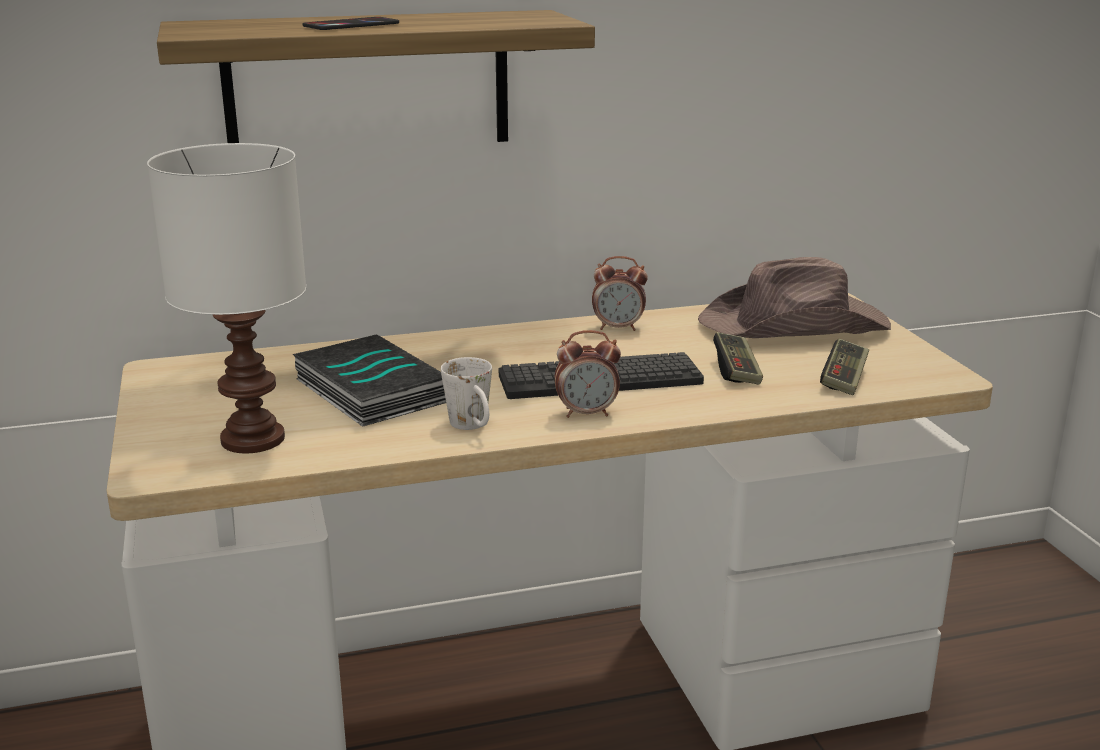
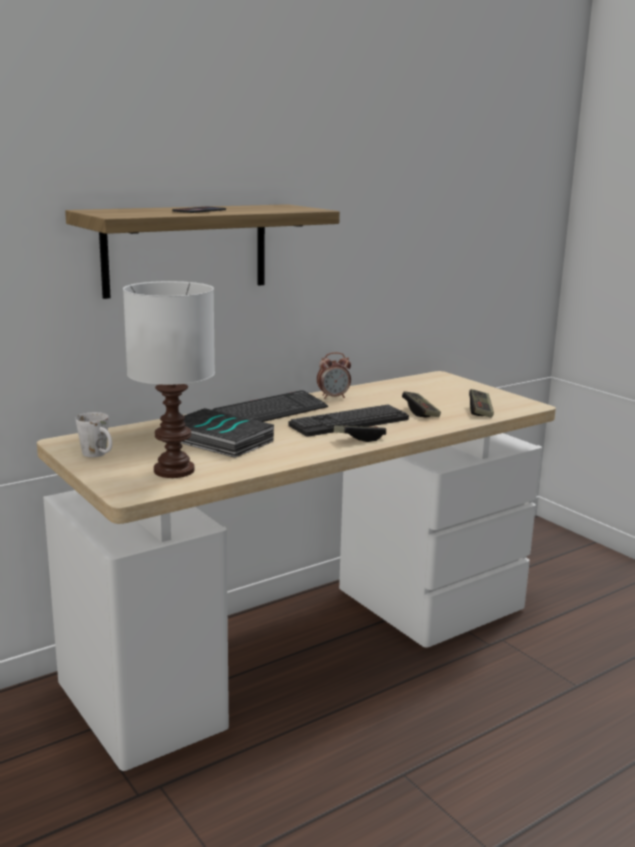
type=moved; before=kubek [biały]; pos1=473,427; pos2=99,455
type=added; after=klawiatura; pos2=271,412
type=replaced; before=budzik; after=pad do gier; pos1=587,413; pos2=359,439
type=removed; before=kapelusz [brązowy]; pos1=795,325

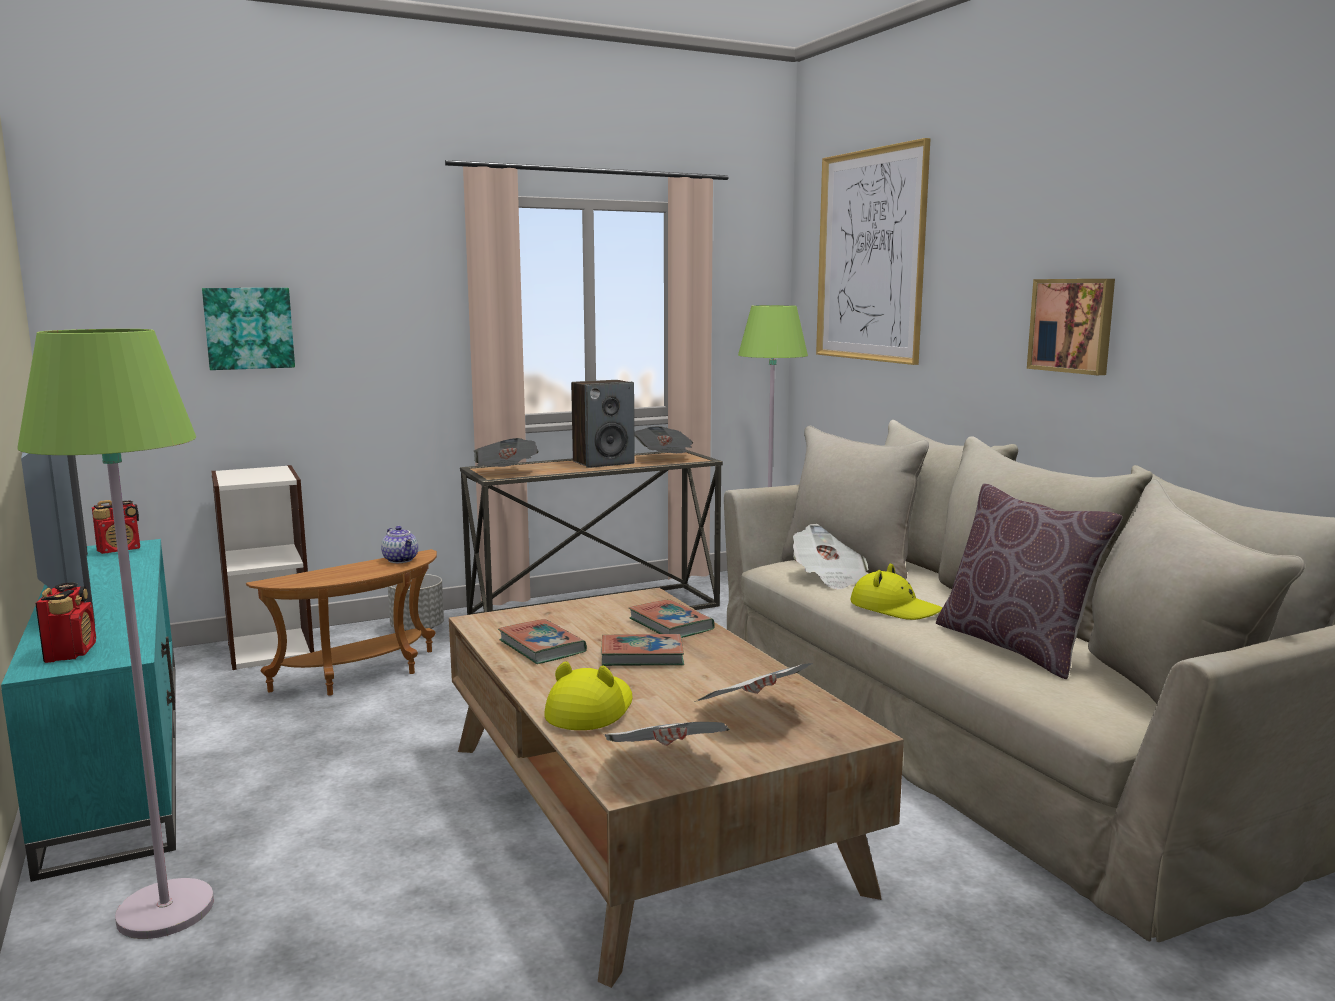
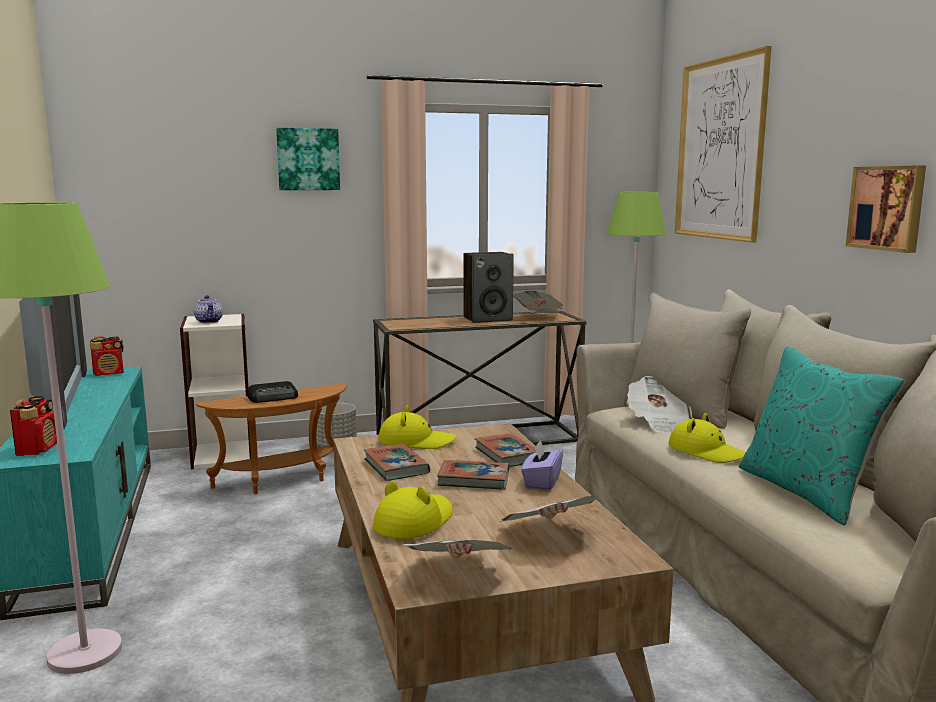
type=moved; before=imbryk; pos1=401,560; pos2=209,322
type=added; after=radio; pos2=274,397
type=moved; before=obraz; pos1=249,328; pos2=308,159
type=added; after=kapelusz [żółty]; pos2=416,441
type=added; after=pudełko chusteczek [fioletowy]; pos2=541,482
type=recoloured; before=poduszka [brązowy]; after=poduszka [turkusowy]; pos1=1015,646; pos2=806,492
type=removed; before=gazeta; pos1=506,472

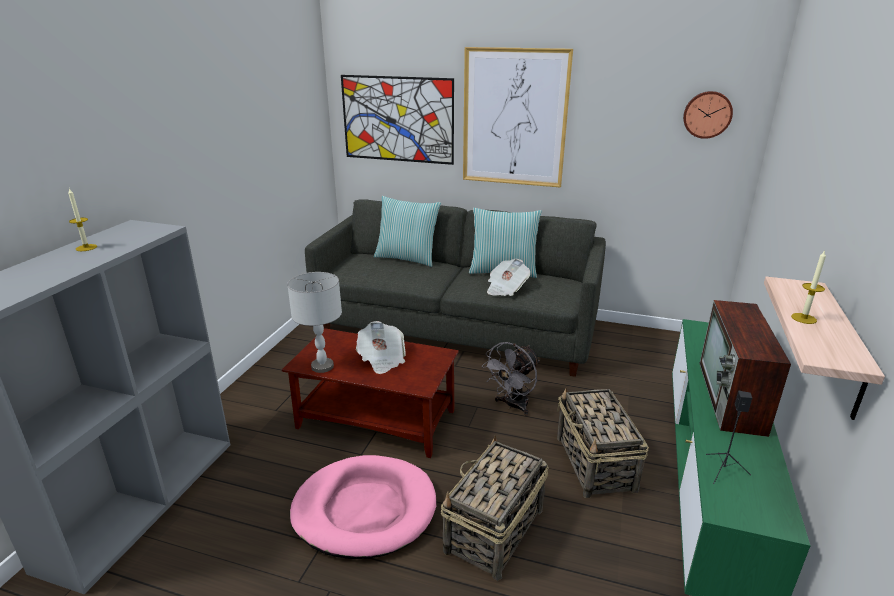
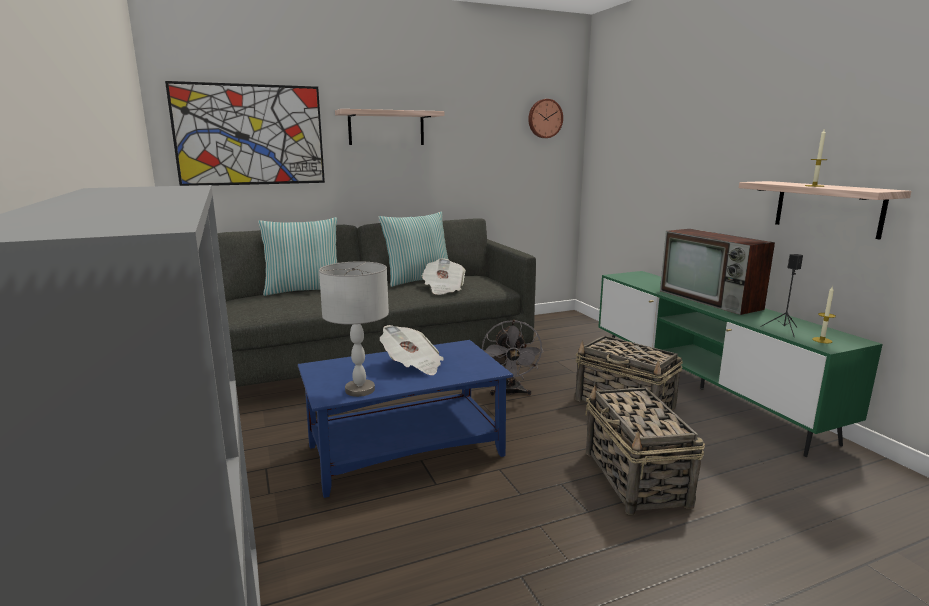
type=recoloured; before=ława [brązowy]; after=ława [niebieski]; pos1=377,419; pos2=407,450
type=replaced; before=obraz; after=półka; pos1=514,118; pos2=386,128
type=moved; before=świeca; pos1=86,247; pos2=822,340
type=removed; before=legowisko [różowy]; pos1=364,509

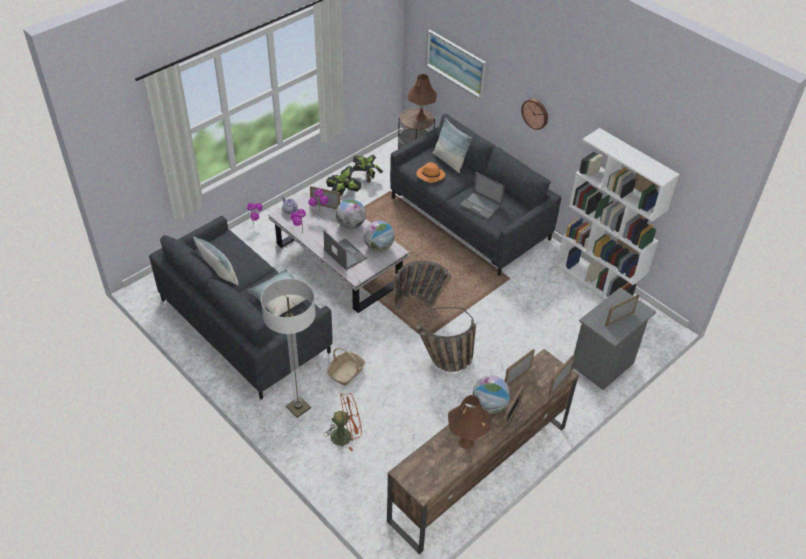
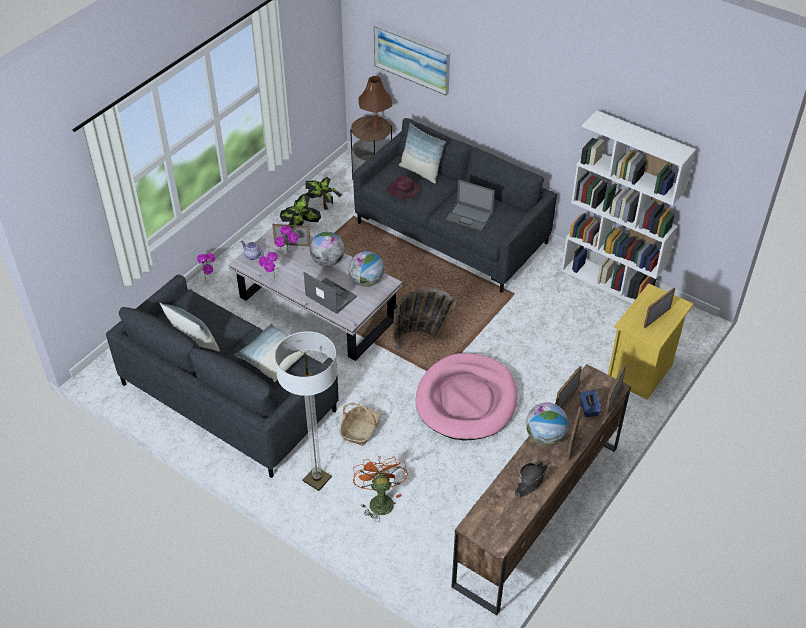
type=turned; before=wentylator [pomarańczowy]; pos1=346,435; pos2=379,500; turn=-75
type=recoloured; before=kapelusz [pomarańczowy]; after=kapelusz [fioletowy]; pos1=430,175; pos2=403,191
type=replaced; before=koszyk; after=legowisko [różowy]; pos1=443,362; pos2=466,400
type=replaced; before=lampa stołowa [brązowy]; after=kapelusz [czarny]; pos1=466,442; pos2=531,480
type=added; after=pudełko chusteczek [niebieski]; pos2=588,409
type=recoloured; before=szafka nocna [szary]; after=szafka nocna [żółty]; pos1=603,366; pos2=640,373
type=removed; before=zegar ścienny; pos1=535,113

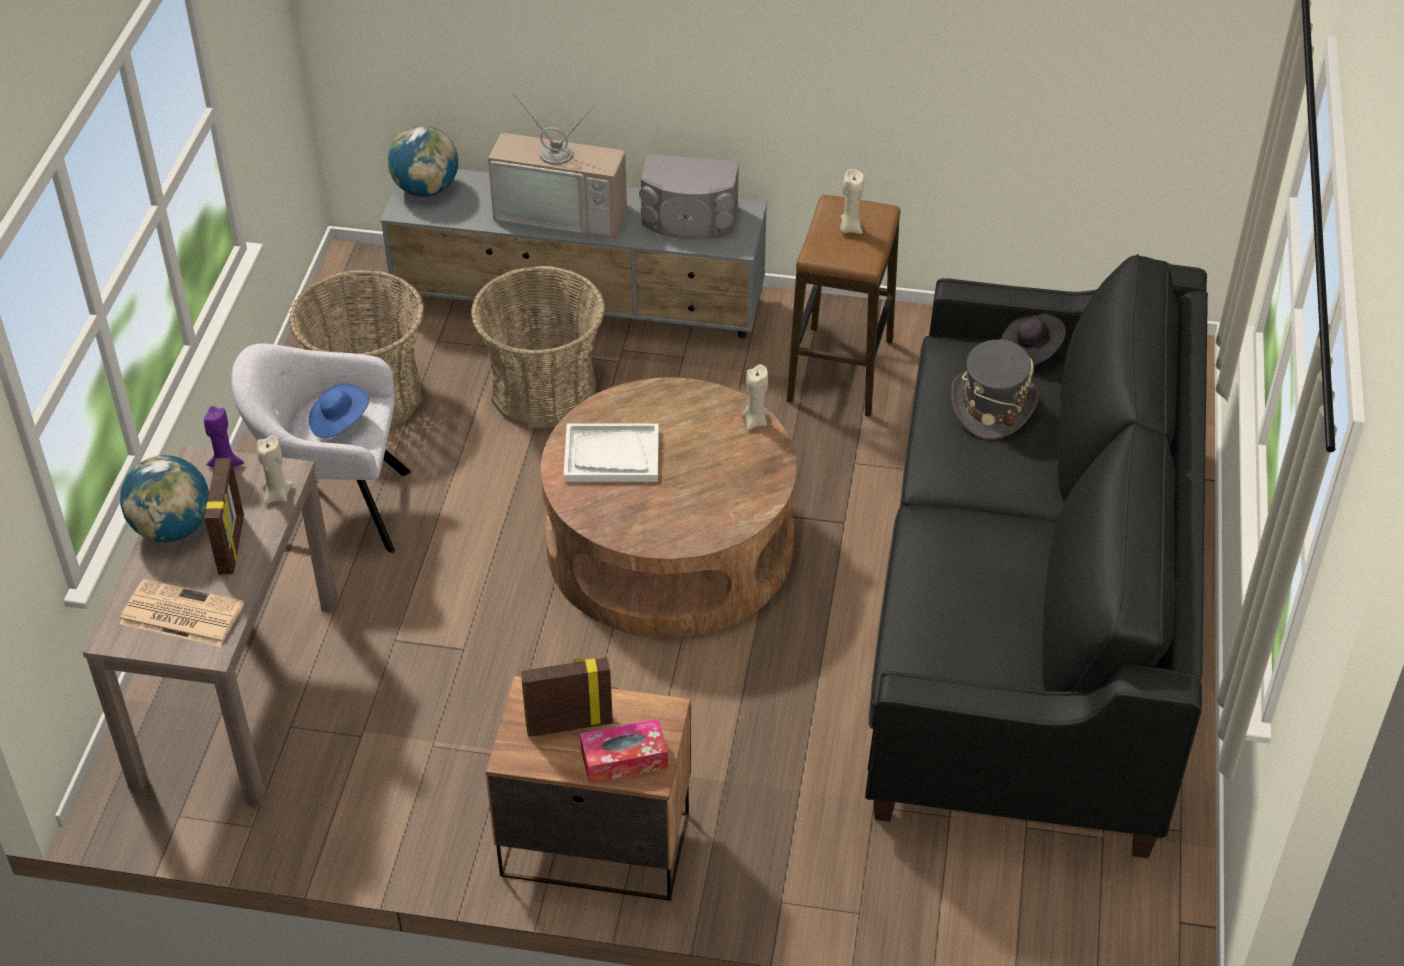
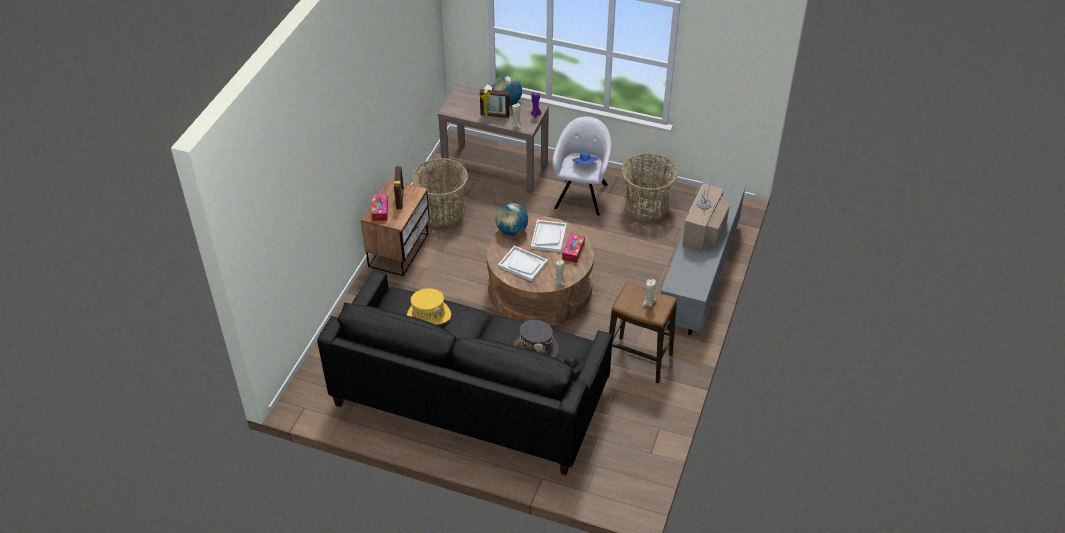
type=added; after=kapelusz [żółty]; pos2=428,316
type=moved; before=koszyk; pos1=543,391; pos2=442,211
type=moved; before=globus; pos1=426,189; pos2=512,231
type=added; after=taca [biały]; pos2=523,264
type=added; after=pudełko chusteczek; pos2=573,251
type=removed; before=gazeta; pos1=180,614
type=removed; before=głośnik [szary]; pos1=689,220

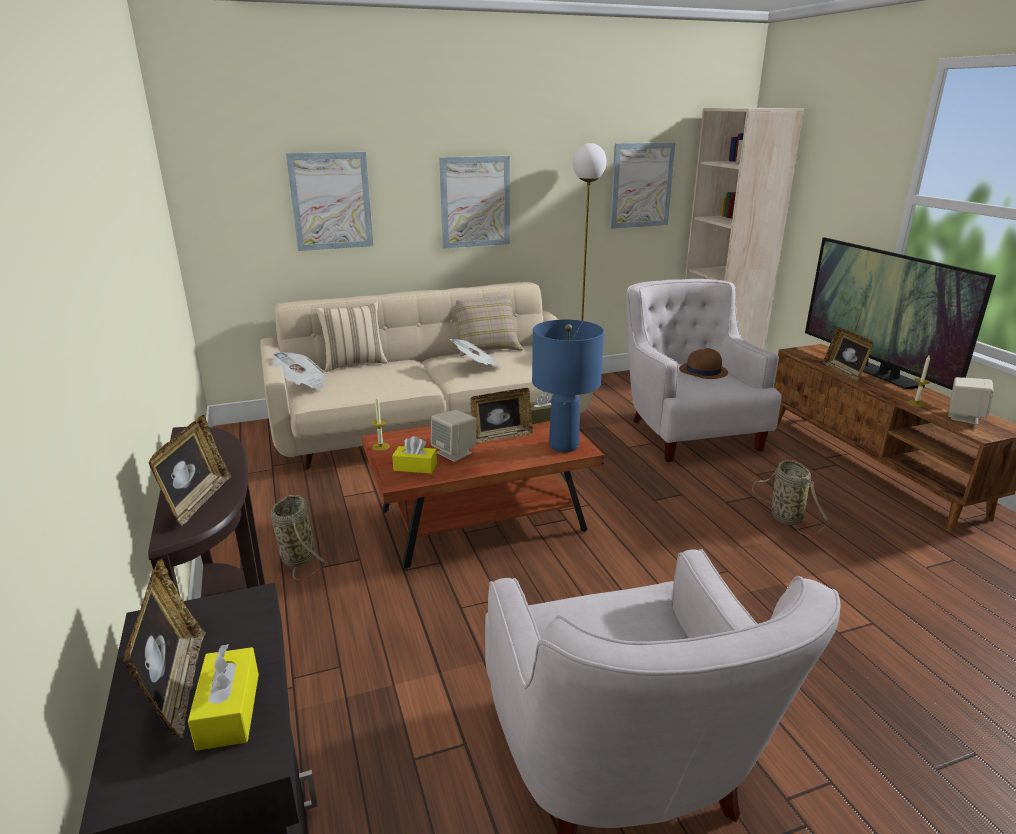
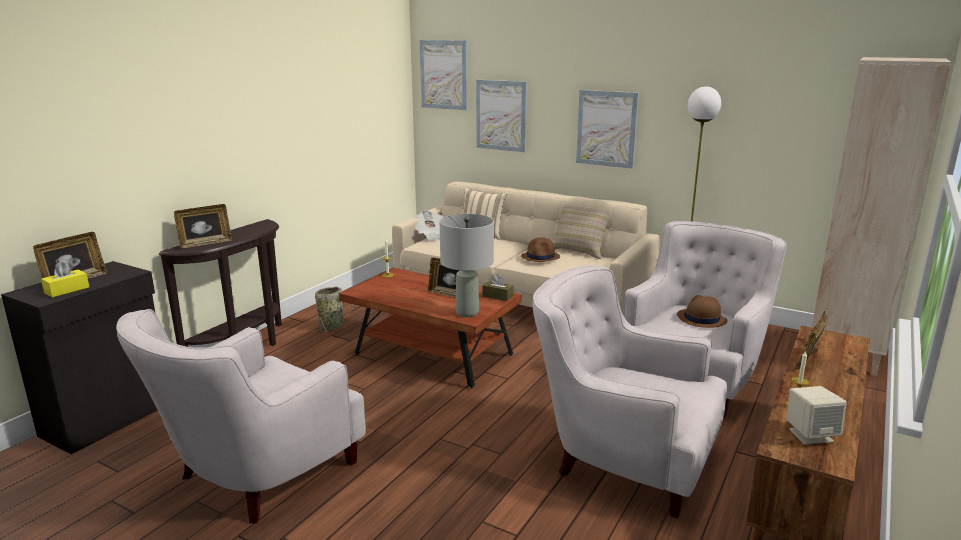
type=moved; before=obraz; pos1=641,185; pos2=444,74
type=recoloured; before=lampa stołowa [niebieski]; after=lampa stołowa [szary]; pos1=564,446; pos2=467,313
type=replaced; before=gazeta; after=kapelusz [brązowy]; pos1=476,366; pos2=540,257
type=replaced; before=koszyk; after=fotel [biały]; pos1=784,516; pos2=621,457
type=removed; before=pudełko chusteczek [żółty]; pos1=415,467
type=removed; before=głośnik [beżowy]; pos1=455,453
type=removed; before=telewizor; pos1=873,371

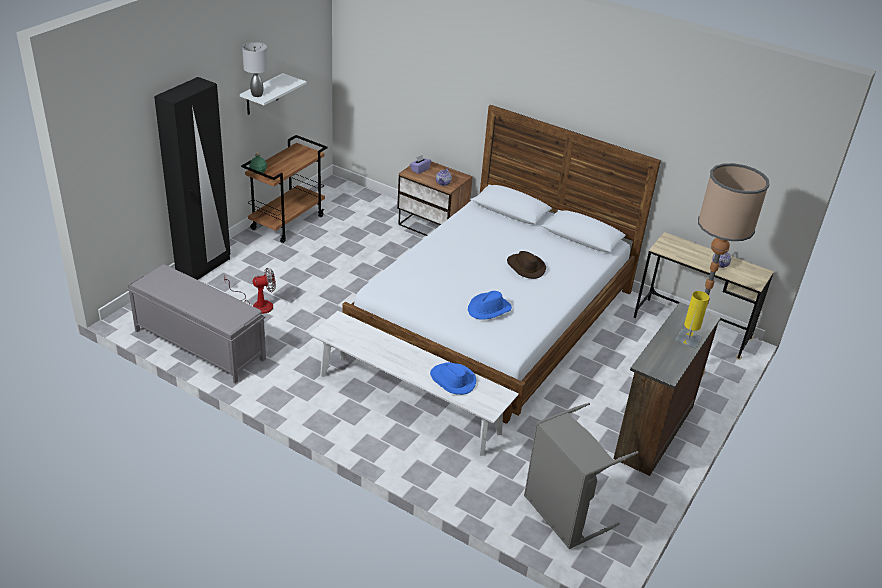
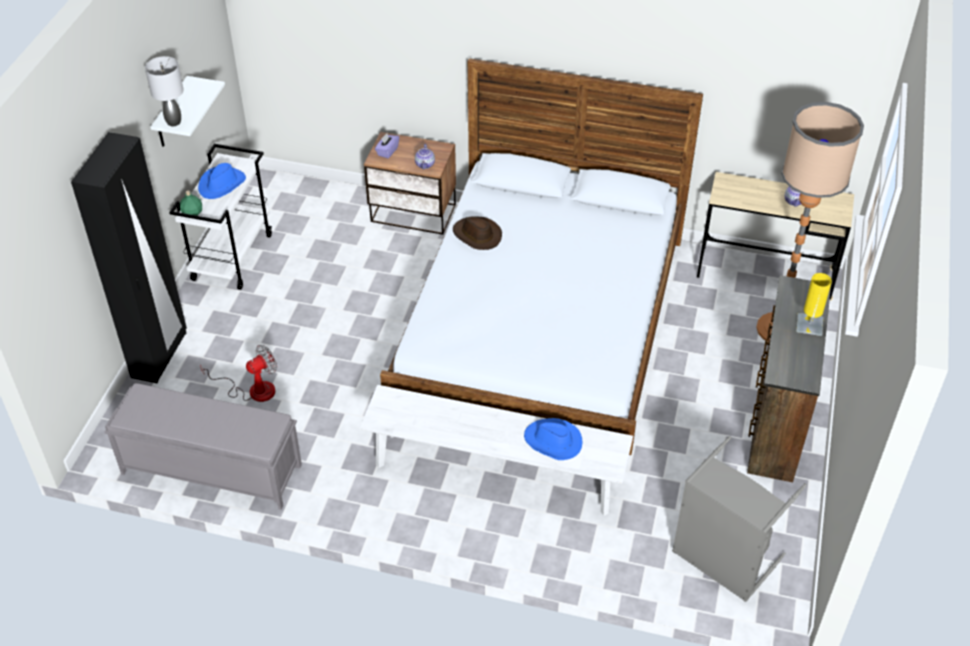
type=recoloured; before=wózek [brązowy]; after=wózek [biały]; pos1=287,222; pos2=232,256
type=moved; before=kapelusz [niebieski]; pos1=489,309; pos2=222,184
type=moved; before=kapelusz [brązowy]; pos1=525,267; pos2=476,235

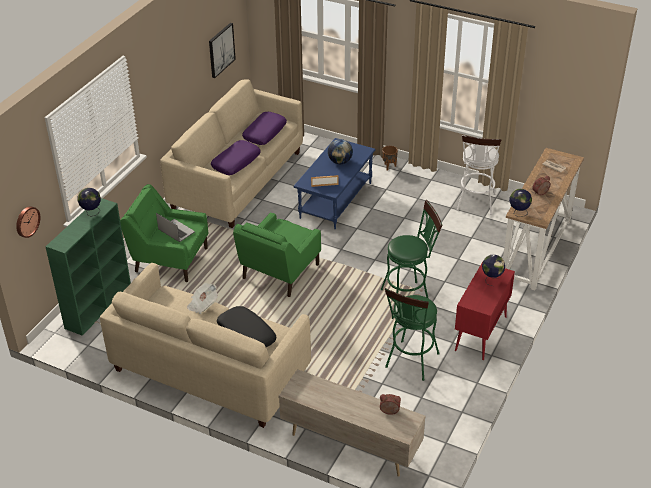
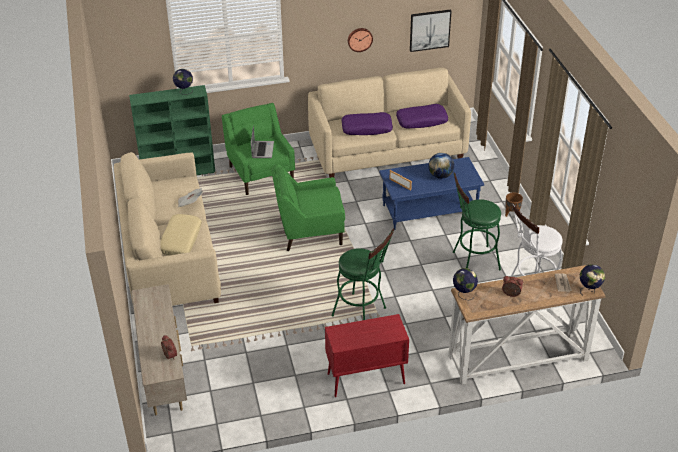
type=recoloured; before=poduszka [czarny]; after=poduszka [beżowy]; pos1=246,334; pos2=180,240
type=moved; before=zegar ścienny; pos1=26,221; pos2=359,39
type=moved; before=stołek [zielony]; pos1=410,363; pos2=472,261
type=moved; before=globus; pos1=491,279; pos2=589,290

